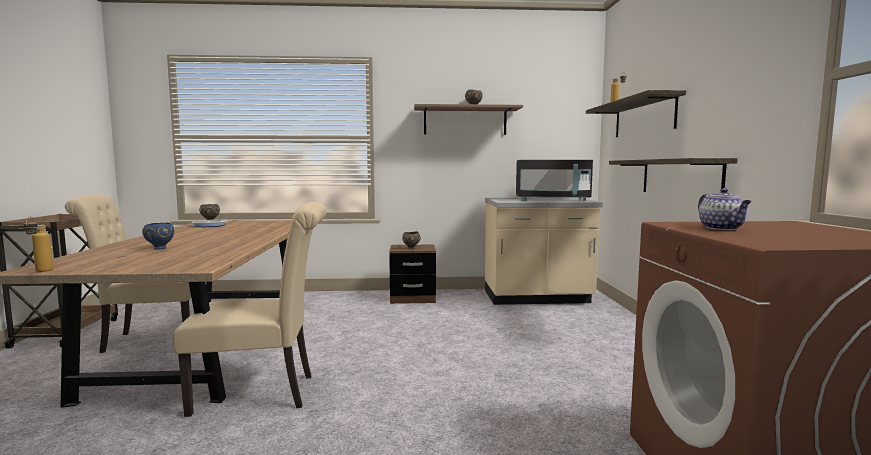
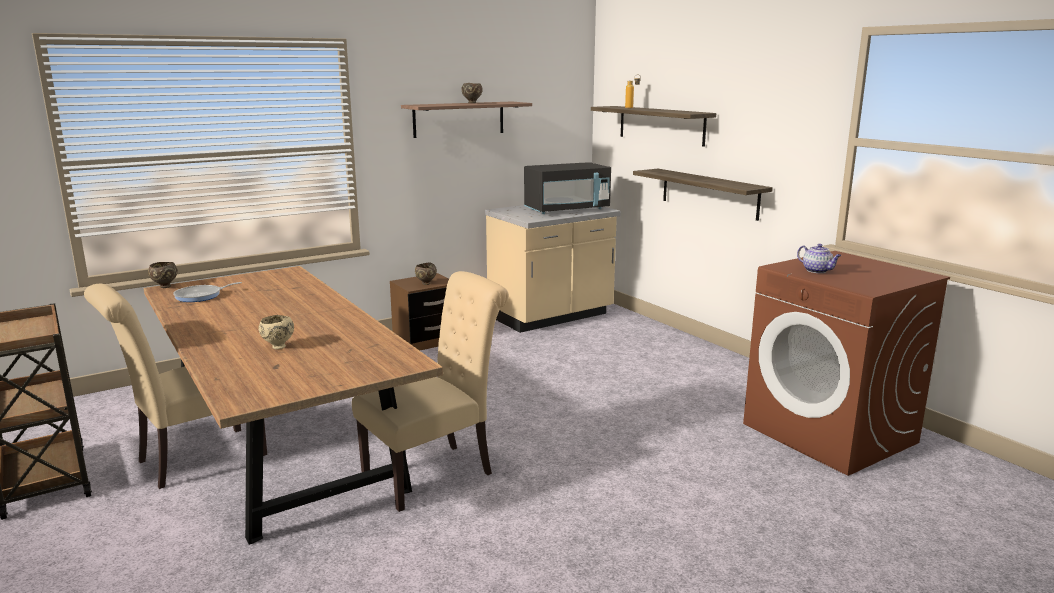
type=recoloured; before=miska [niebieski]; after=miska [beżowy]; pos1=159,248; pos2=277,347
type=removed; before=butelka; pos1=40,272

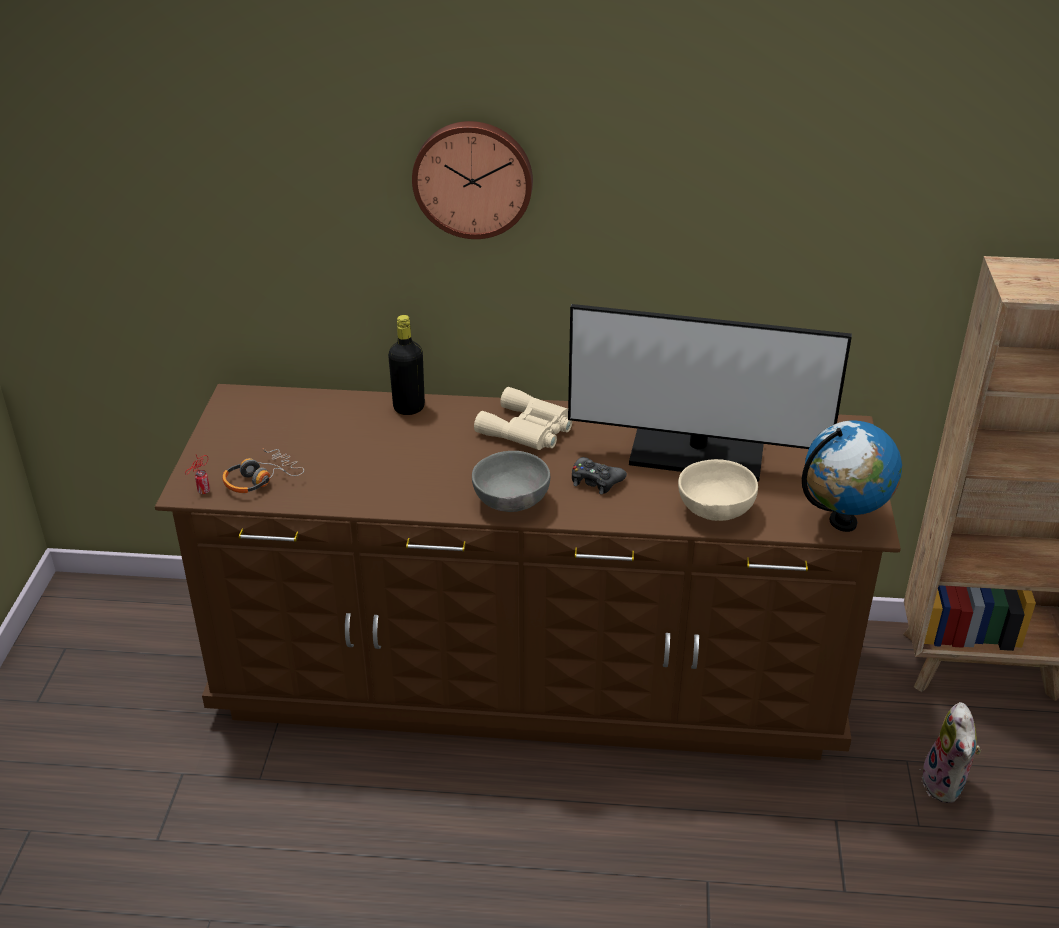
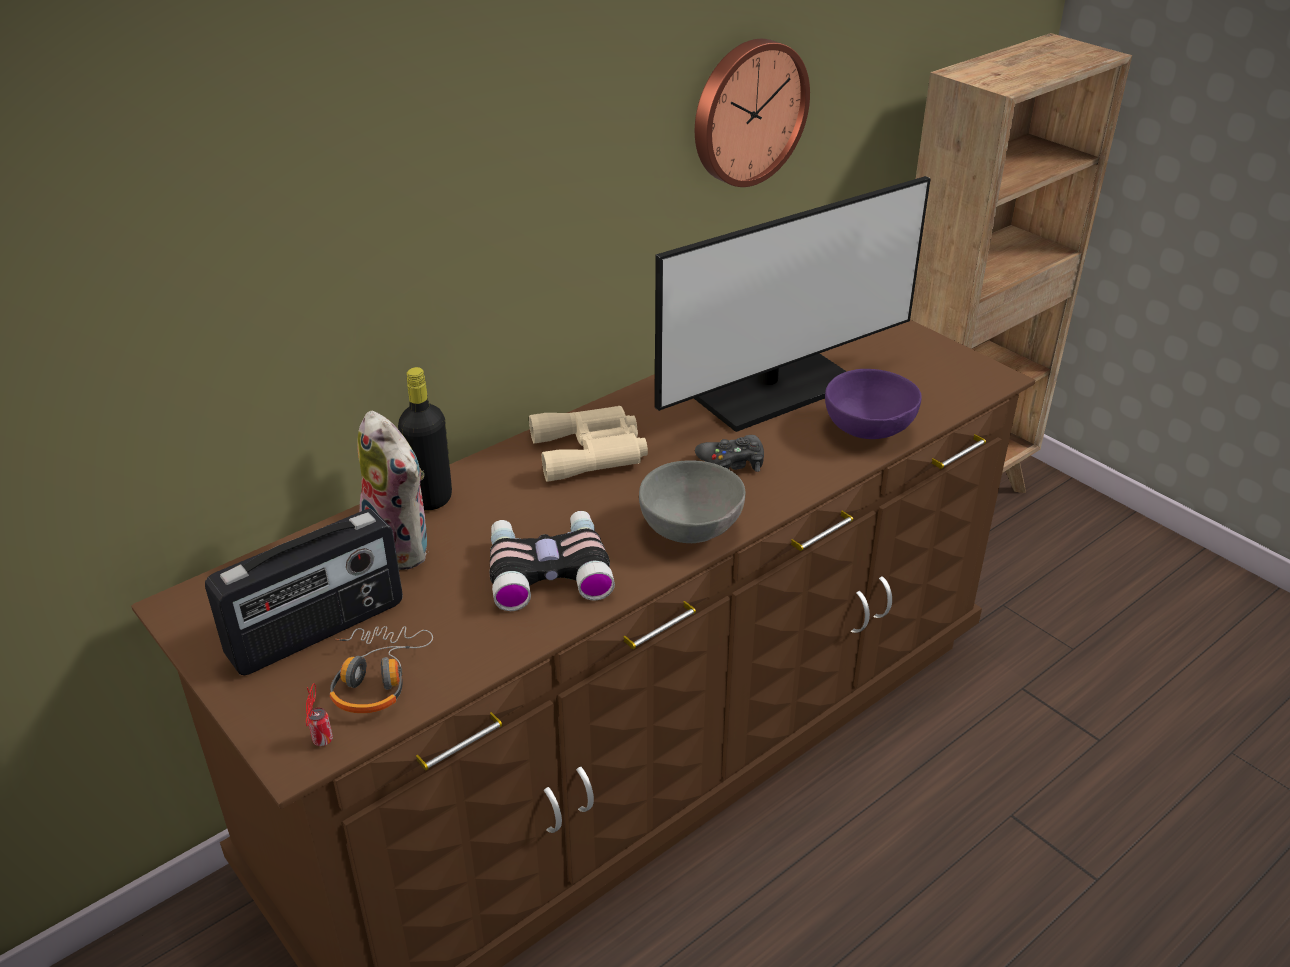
type=added; after=radio; pos2=318,631
type=moved; before=pluszak; pos1=946,785; pos2=403,547
type=added; after=lornetka; pos2=548,569
type=moved; before=zegar ścienny; pos1=473,178; pos2=747,112
type=recoloured; before=miska [beżowy]; after=miska [fioletowy]; pos1=714,512; pos2=869,431
type=removed; before=globus; pos1=843,522

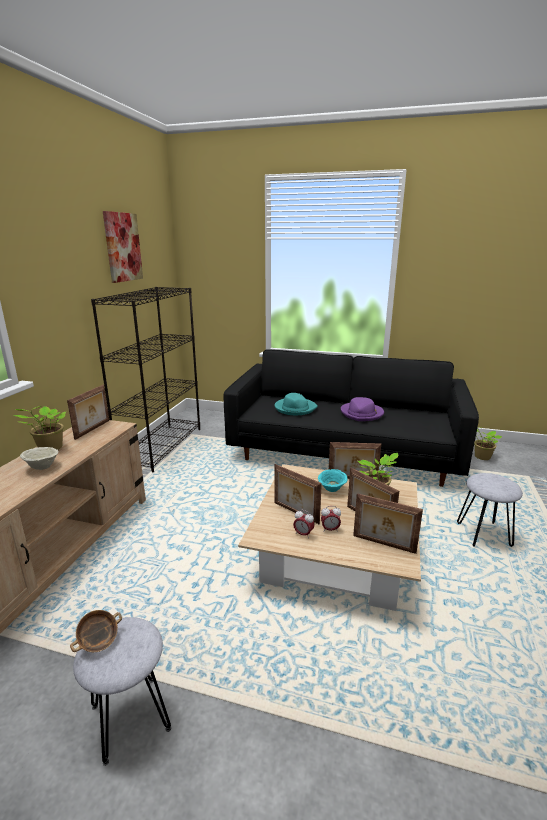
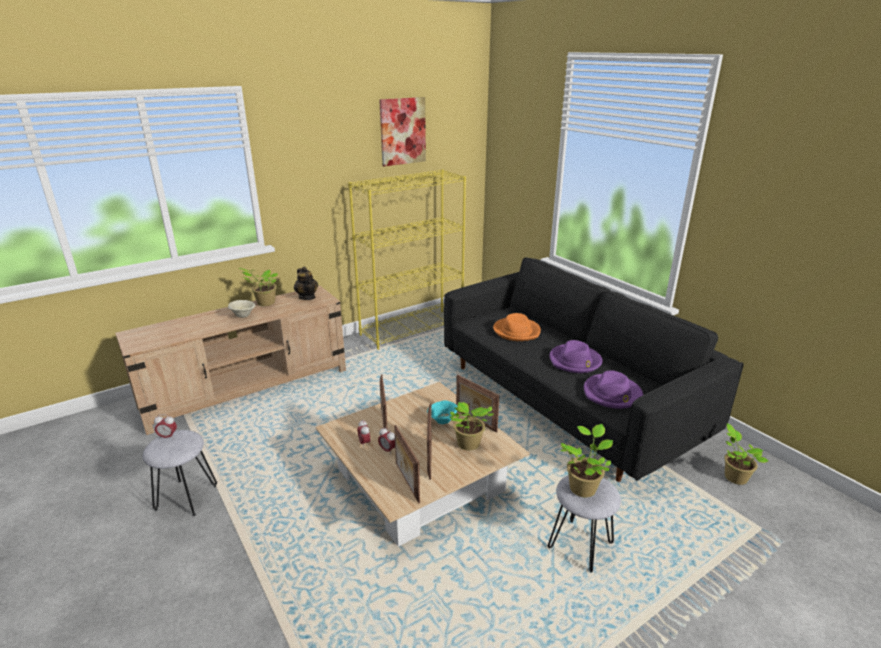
type=replaced; before=miska; after=budzik; pos1=99,642; pos2=168,437
type=replaced; before=ramka na zdjęcie; after=imbryk; pos1=93,429; pos2=307,297
type=recoloured; before=regał [czarny]; after=regał [żółty]; pos1=162,446; pos2=412,329
type=recoloured; before=kapelusz [turkusowy]; after=kapelusz [pomarańczowy]; pos1=295,408; pos2=516,331
type=added; after=roślina doniczkowa; pos2=583,487
type=added; after=kapelusz [fioletowy]; pos2=612,394

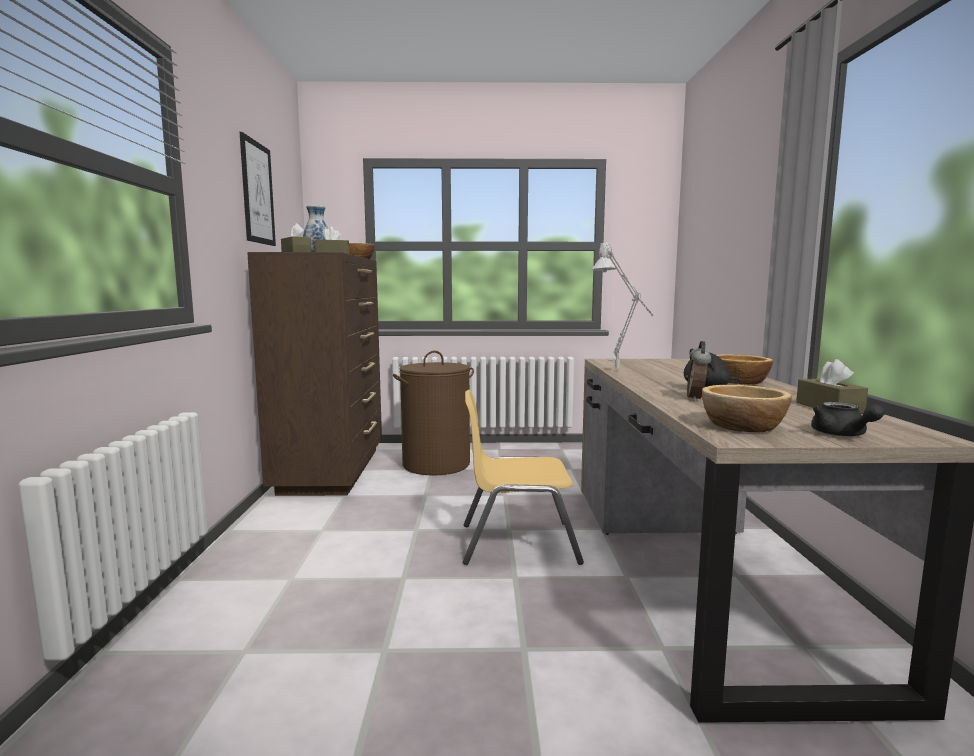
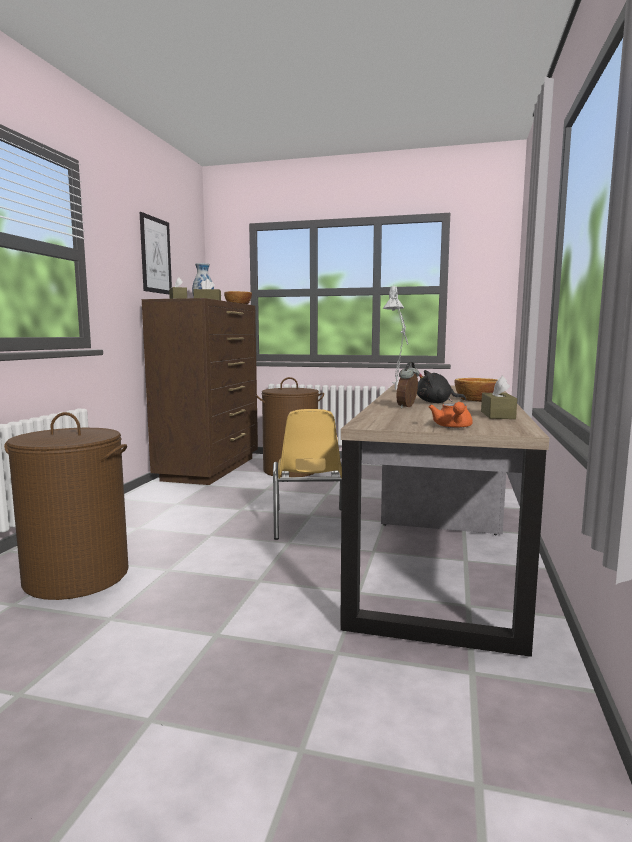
type=added; after=kosz na pranie [brązowy]; pos2=76,577
type=turned; before=krzesło [żółty]; pos1=518,543; pos2=309,523; turn=-105
type=recoloured; before=imbryk [czarny]; after=imbryk [pomarańczowy]; pos1=842,435; pos2=453,427
type=removed; before=miska; pos1=744,426

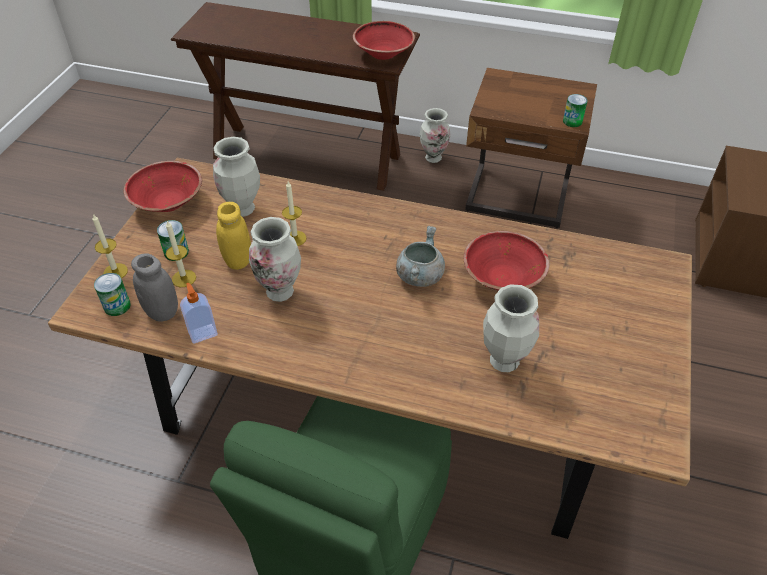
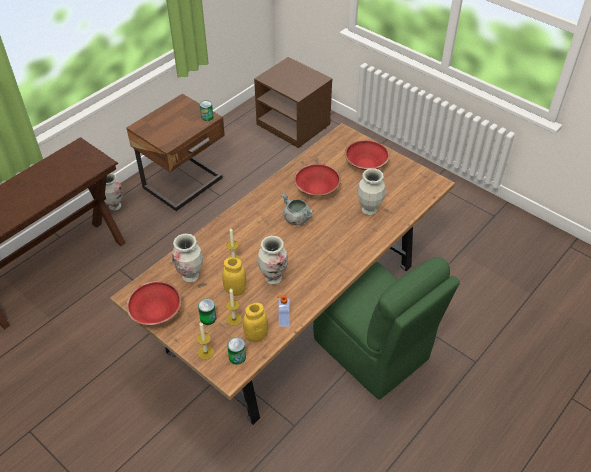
type=recoloured; before=słoik [szary]; after=słoik [żółty]; pos1=162,312; pos2=256,335
type=moved; before=miska [czerwony]; pos1=383,53; pos2=365,164

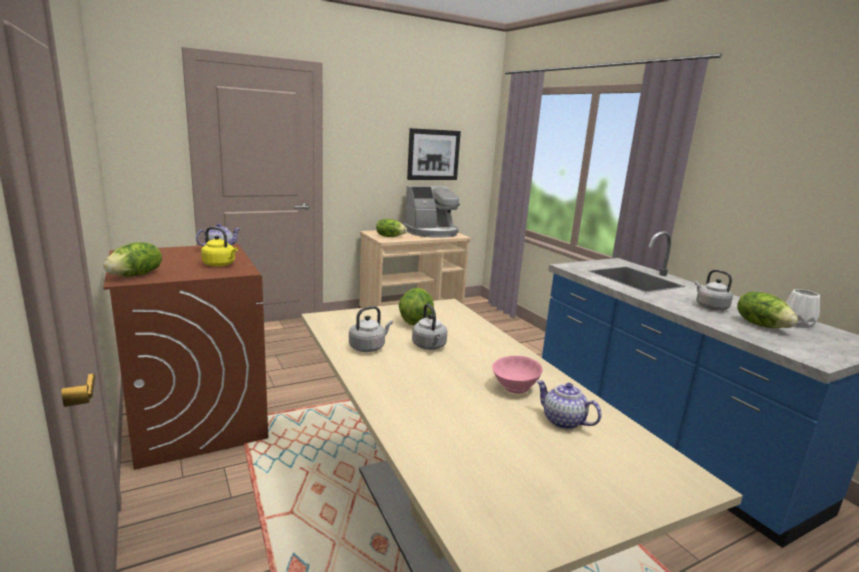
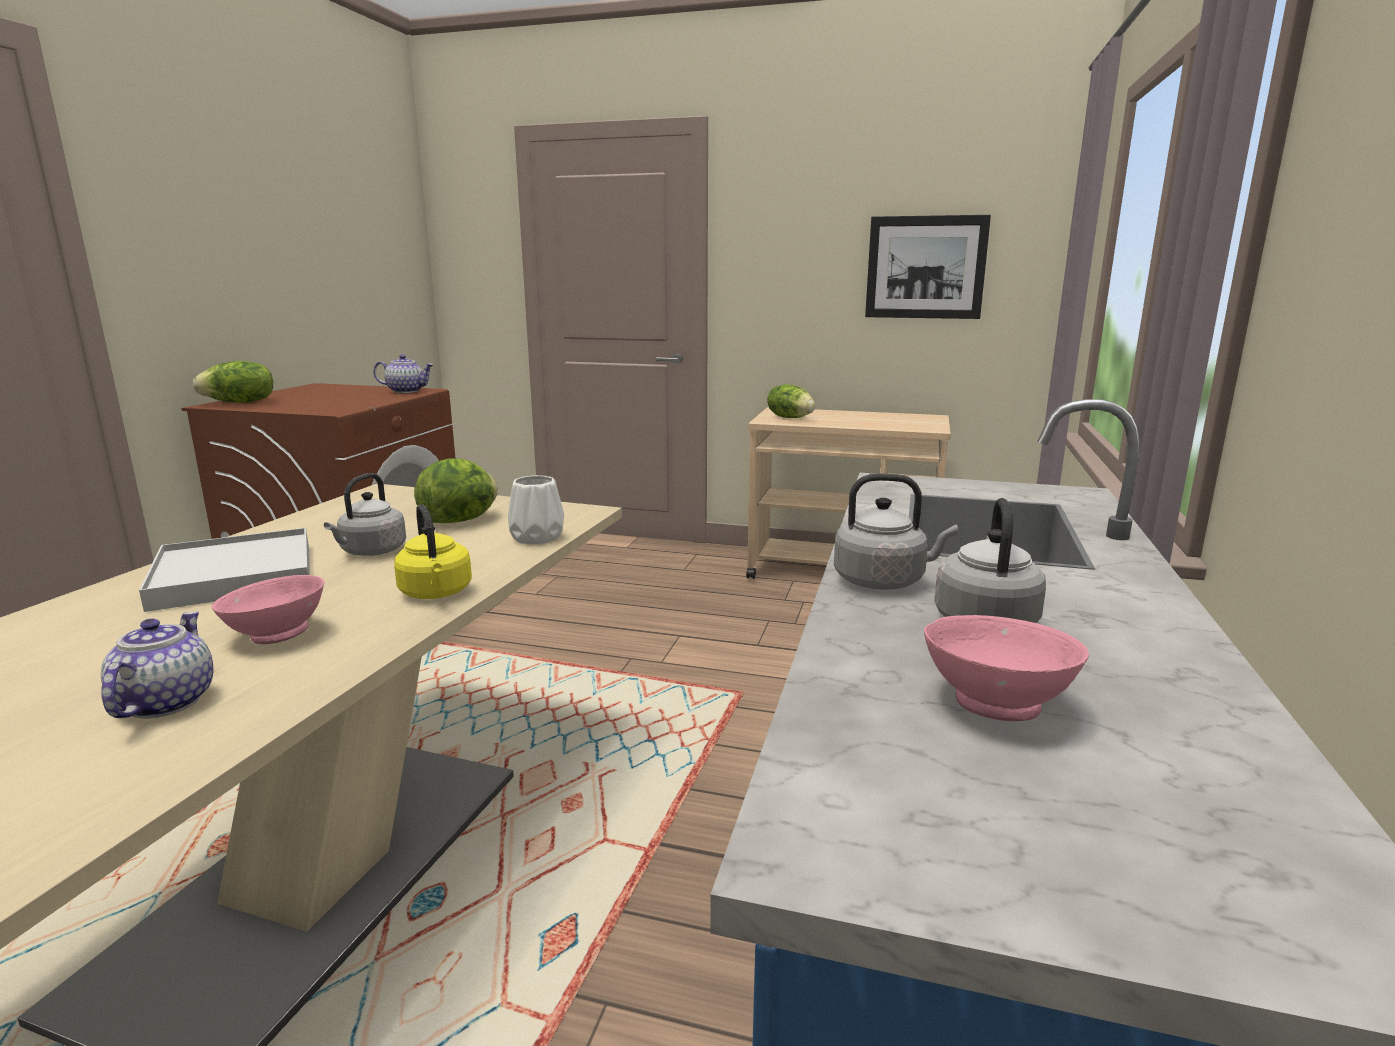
type=added; after=taca [biały]; pos2=235,575
type=moved; before=czajnik [żółty]; pos1=220,265; pos2=436,593
type=moved; before=wazon [biały]; pos1=798,323; pos2=537,538
type=moved; before=czajnik [szary]; pos1=368,347; pos2=884,581
type=replaced; before=sałata; after=miska [różowy]; pos1=761,325; pos2=998,703
type=removed; before=ekspres do kawy; pos1=431,232

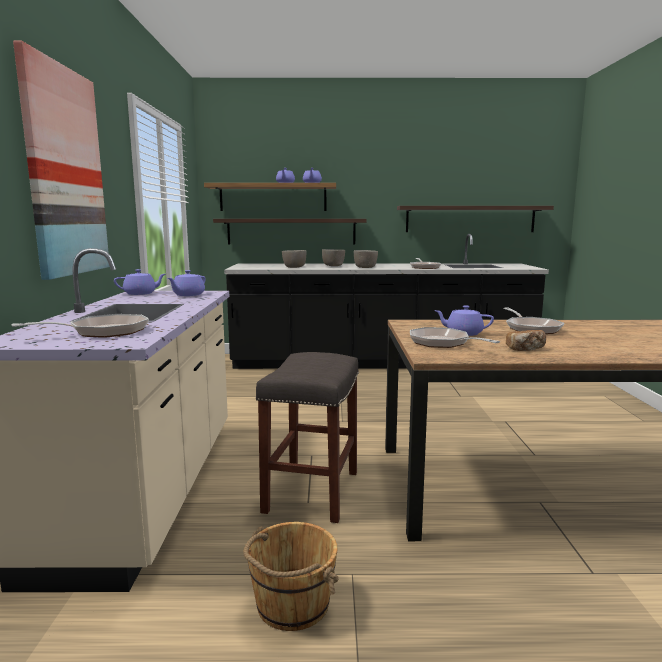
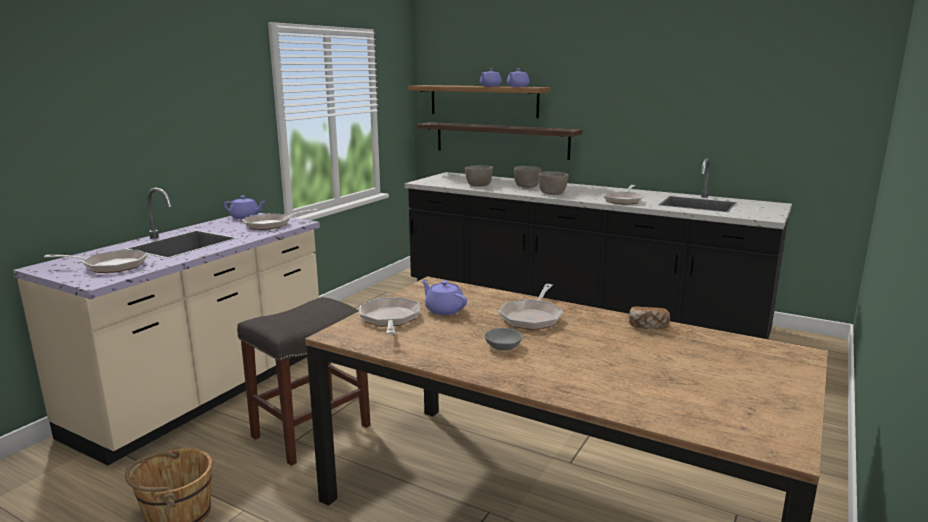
type=replaced; before=imbryk [fioletowy]; after=patelnia; pos1=188,295; pos2=271,224
type=added; after=miska [szary]; pos2=504,347
type=moved; before=chleb; pos1=526,349; pos2=648,326
type=removed; before=obraz; pos1=64,172
type=removed; before=półka; pos1=470,219

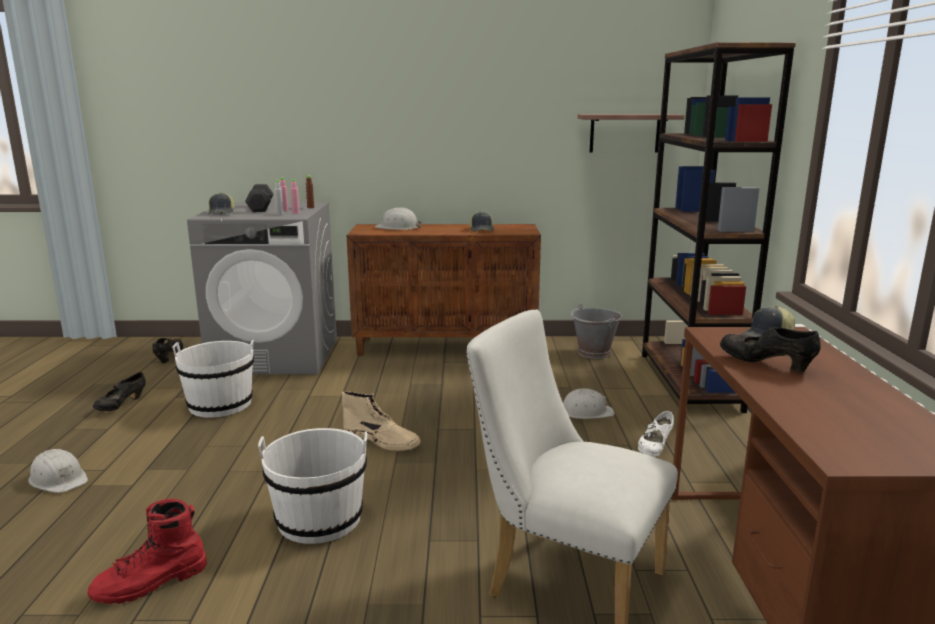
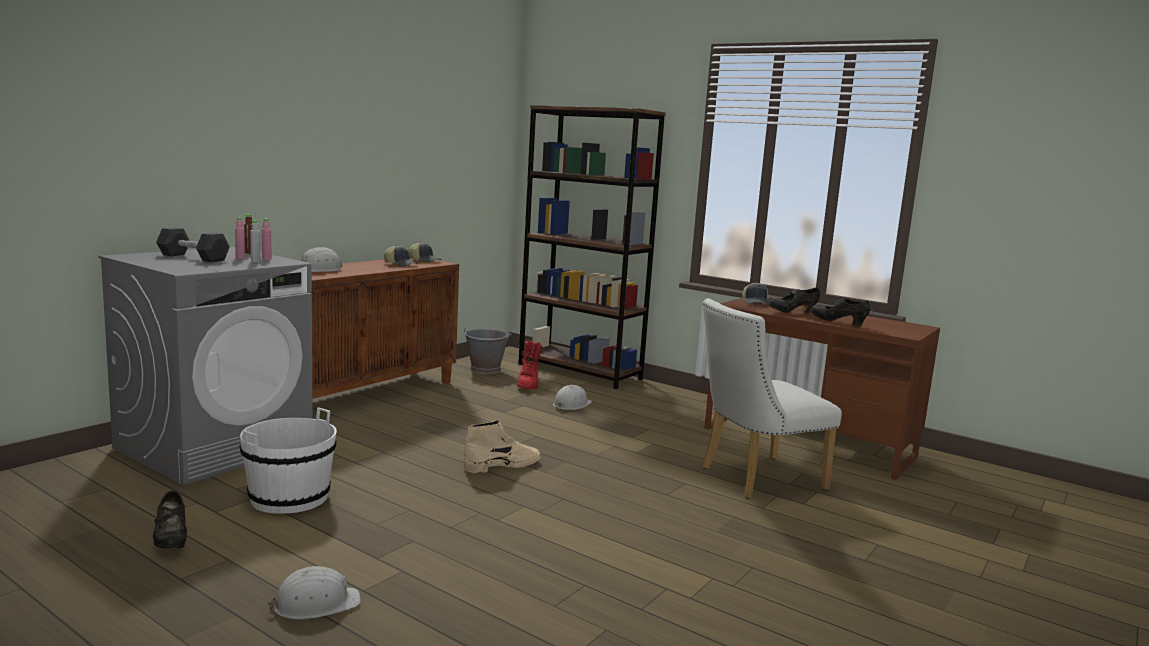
type=moved; before=czapka z daszkiem; pos1=222,213; pos2=424,260
type=moved; before=but z cholewką [czerwony]; pos1=151,583; pos2=528,384
type=moved; before=but [czarny]; pos1=169,357; pos2=838,322
type=removed; before=wiadro [biały]; pos1=319,519
type=removed; before=półka; pos1=624,133
type=removed; before=but [biały]; pos1=654,449

